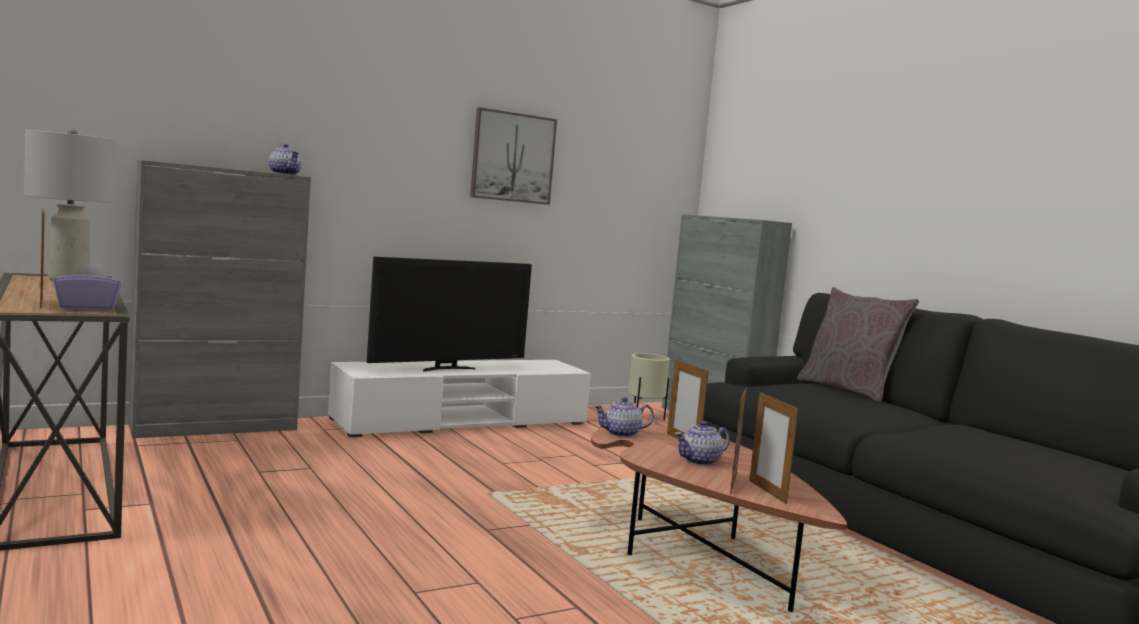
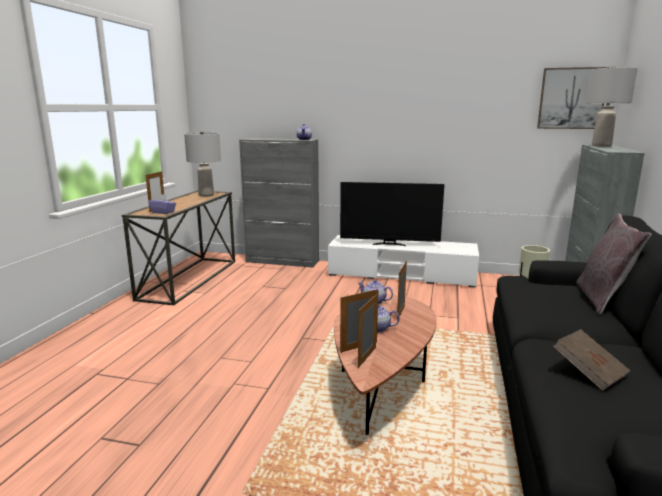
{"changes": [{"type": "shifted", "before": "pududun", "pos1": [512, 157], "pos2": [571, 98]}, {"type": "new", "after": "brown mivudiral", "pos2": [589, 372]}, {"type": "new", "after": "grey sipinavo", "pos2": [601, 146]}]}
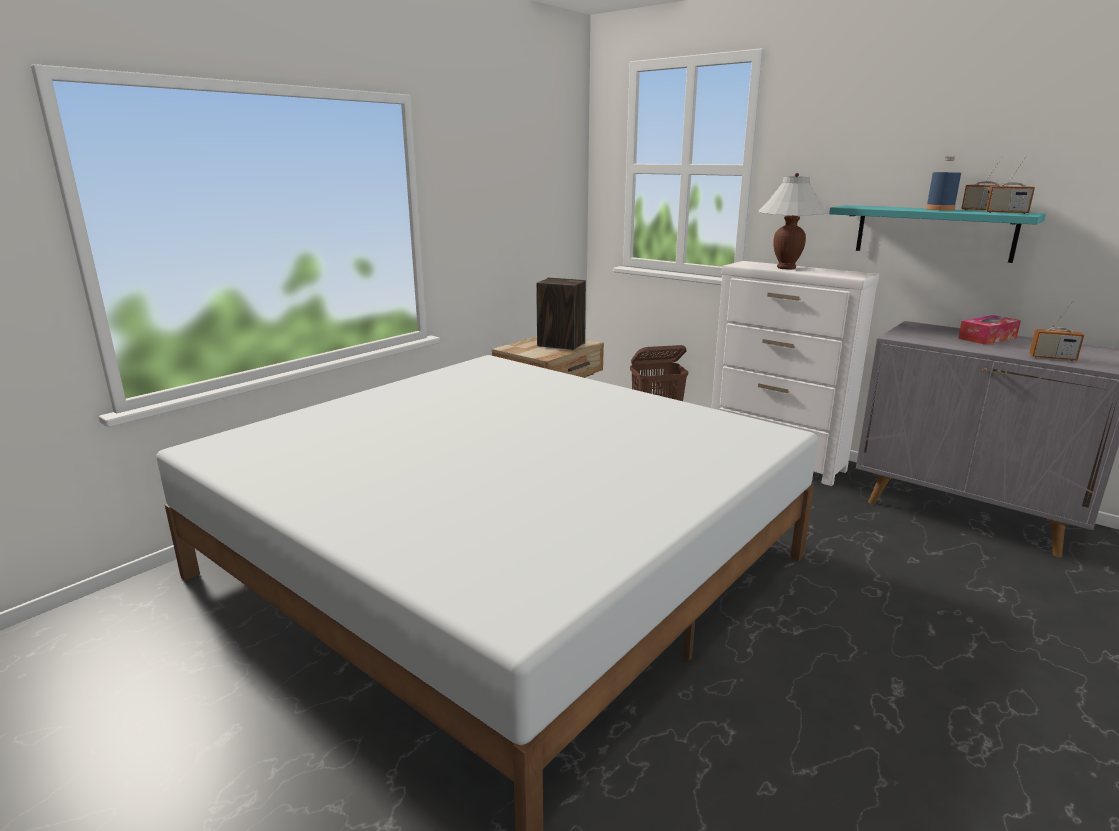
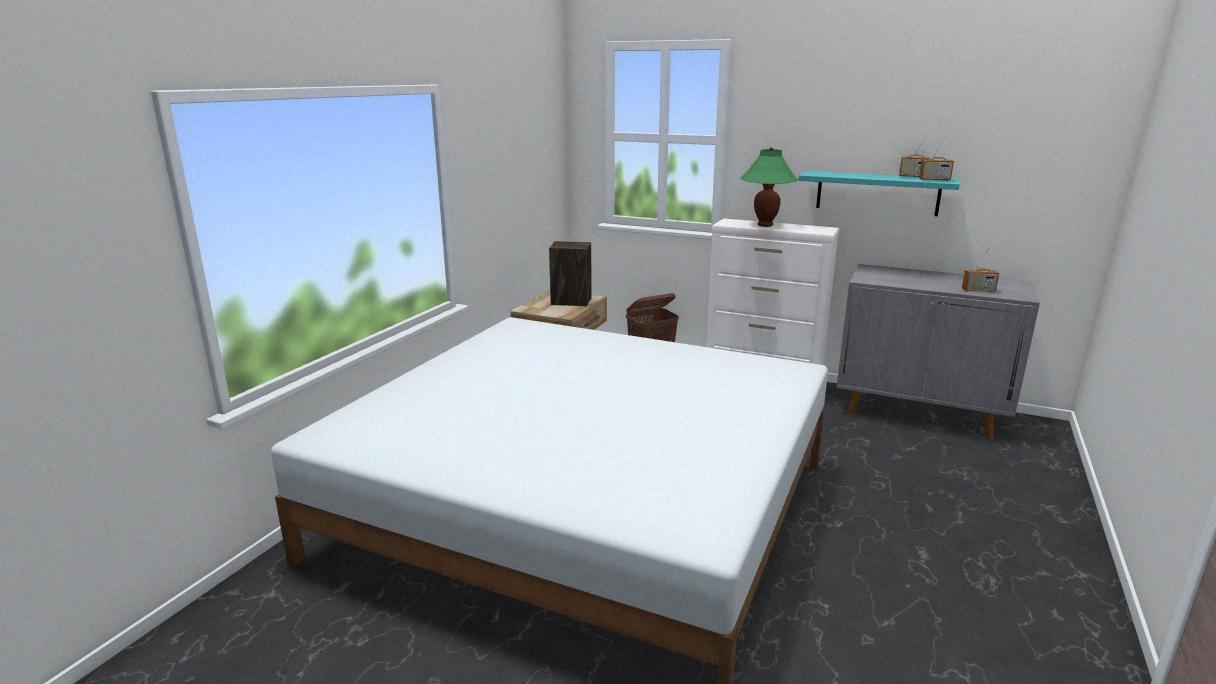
{"changes": [{"type": "repainted", "before": "white sipinavo", "after": "green sipinavo", "pos1": [786, 268], "pos2": [765, 225]}, {"type": "gone", "before": "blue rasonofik", "pos1": [940, 209]}, {"type": "gone", "before": "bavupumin", "pos1": [987, 338]}]}
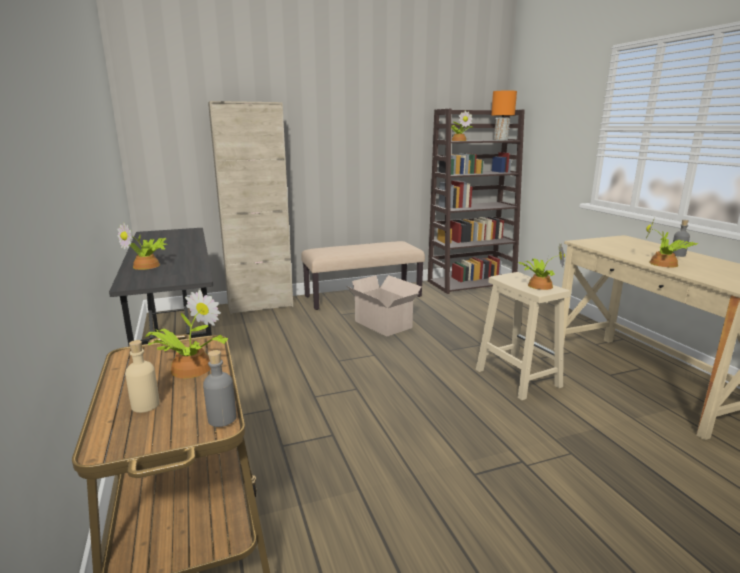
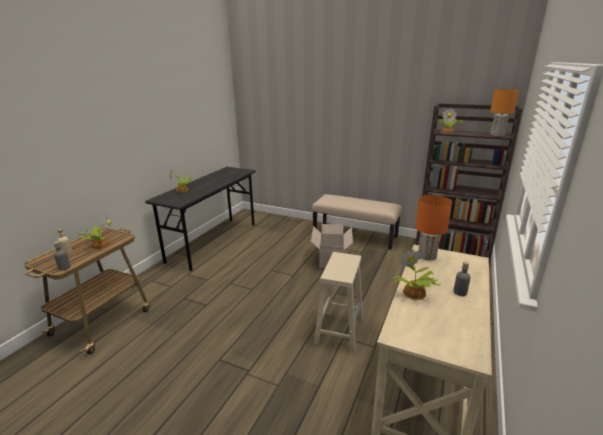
{"changes": [{"type": "new", "after": "orange sipinavo", "pos2": [426, 256]}, {"type": "gone", "before": "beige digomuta", "pos1": [260, 305]}, {"type": "gone", "before": "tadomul", "pos1": [538, 285]}]}
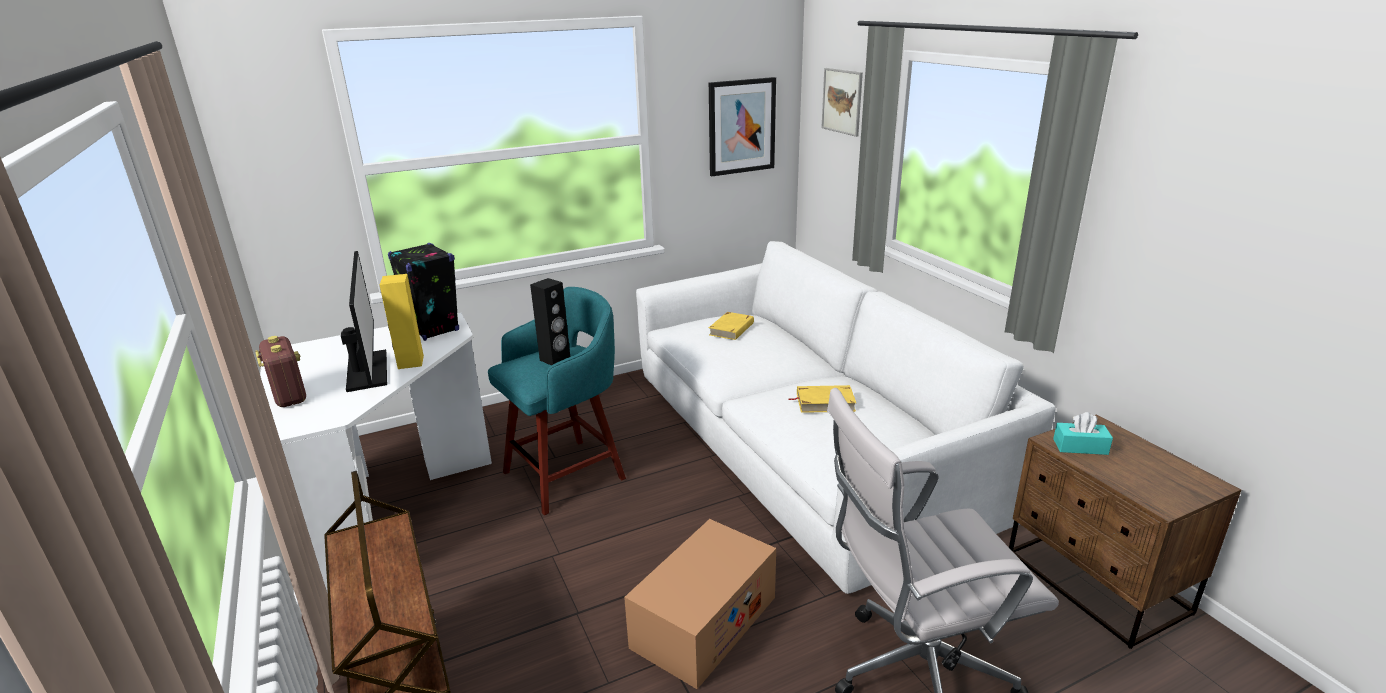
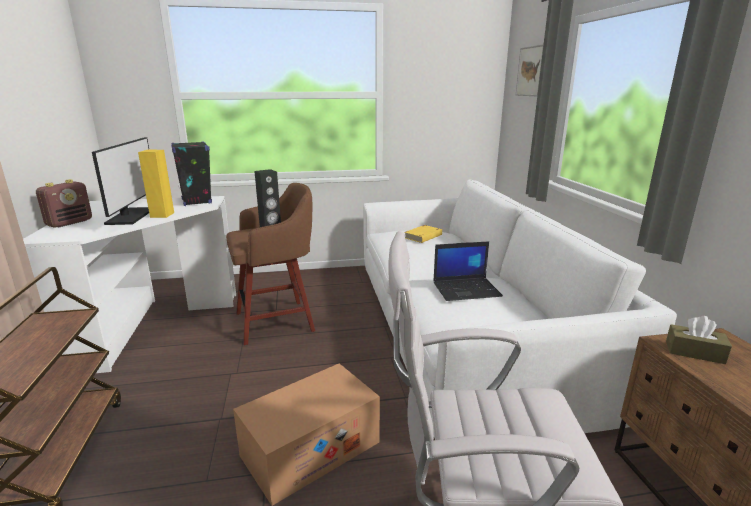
{"changes": [{"type": "rotated", "before": "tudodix", "pos1": [289, 396], "pos2": [70, 223], "turn": 45}, {"type": "repainted", "before": "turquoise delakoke", "after": "brown delakoke", "pos1": [568, 474], "pos2": [277, 321]}, {"type": "swapped", "before": "yellow mivudiral", "after": "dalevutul", "pos1": [825, 402], "pos2": [467, 289]}, {"type": "repainted", "before": "turquoise bavupumin", "after": "brown bavupumin", "pos1": [1080, 447], "pos2": [694, 352]}, {"type": "gone", "before": "pududun", "pos1": [741, 126]}]}
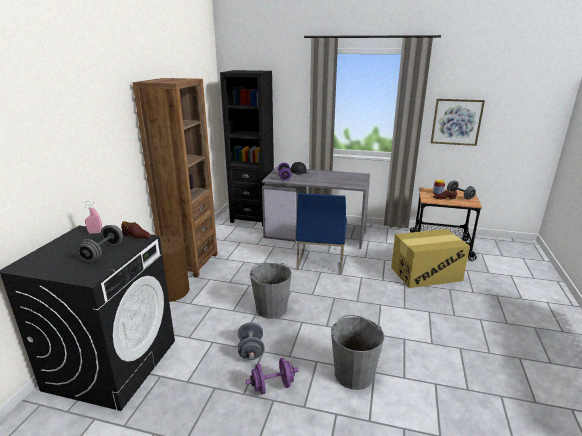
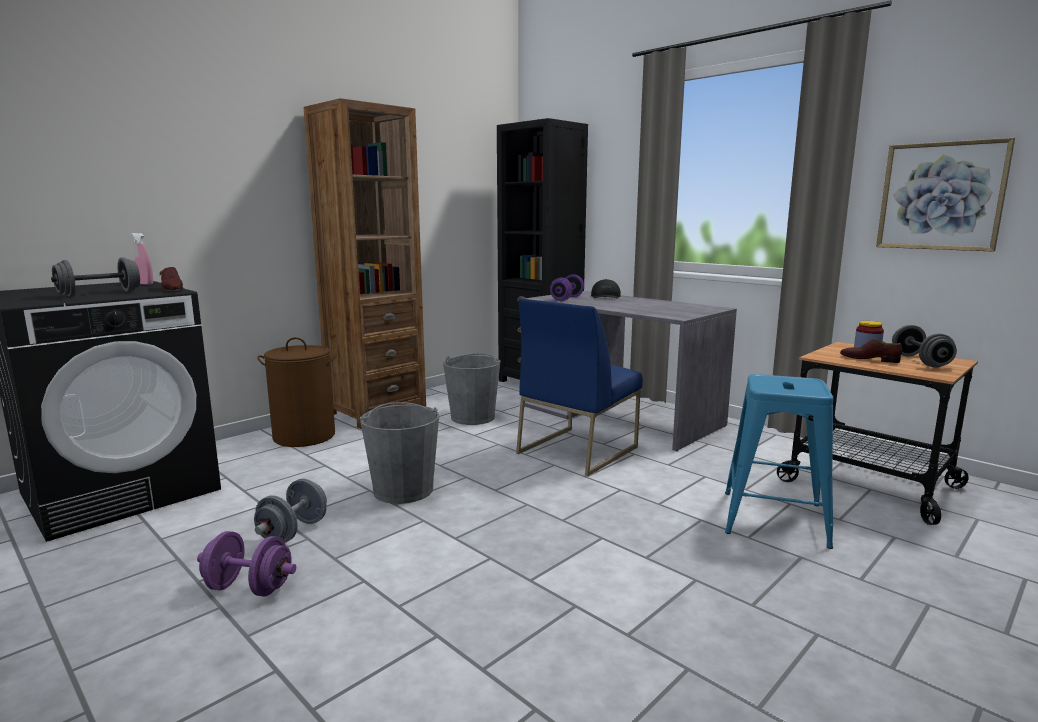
{"changes": [{"type": "shifted", "before": "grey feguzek", "pos1": [354, 374], "pos2": [473, 417]}, {"type": "swapped", "before": "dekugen", "after": "blue delakoke", "pos1": [426, 274], "pos2": [773, 518]}]}
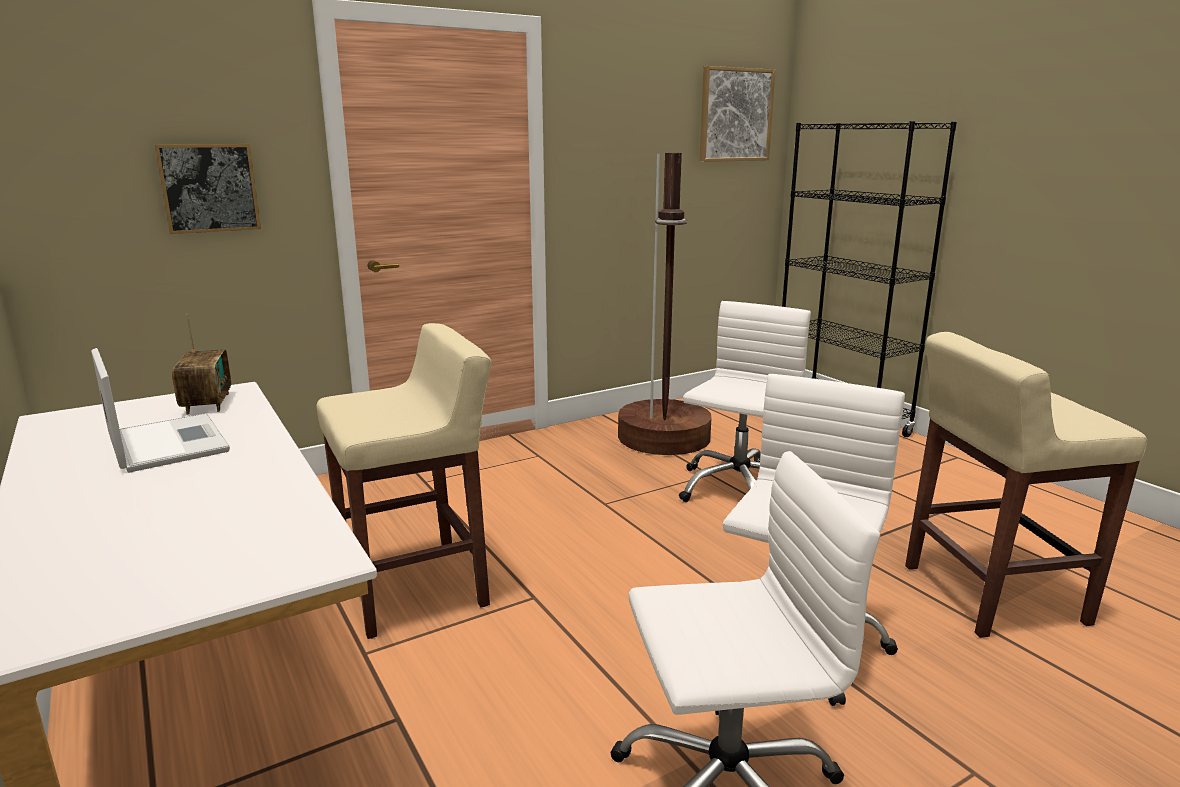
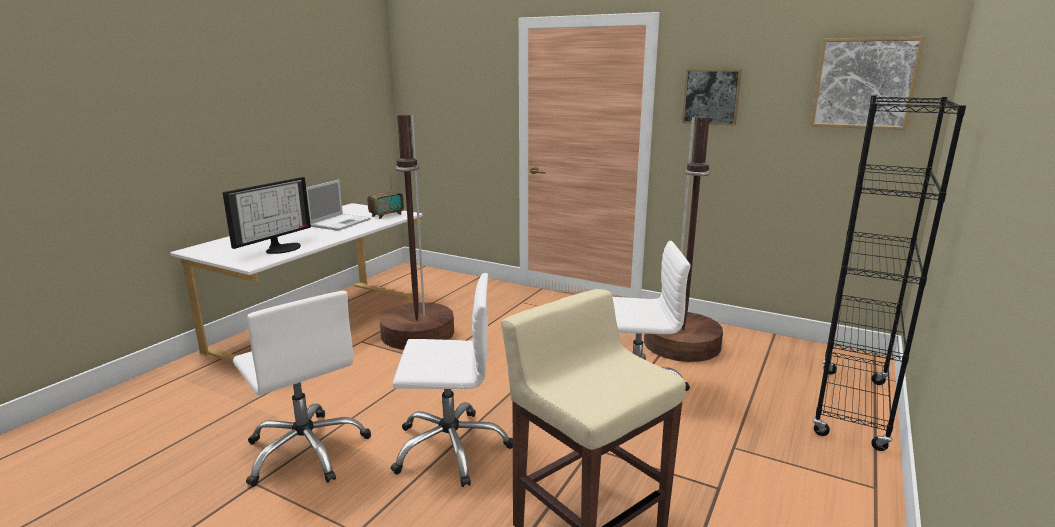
{"changes": [{"type": "new", "after": "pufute", "pos2": [281, 248]}, {"type": "swapped", "before": "beige delakoke", "after": "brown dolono", "pos1": [416, 589], "pos2": [417, 334]}, {"type": "shifted", "before": "pududun", "pos1": [209, 188], "pos2": [711, 97]}]}
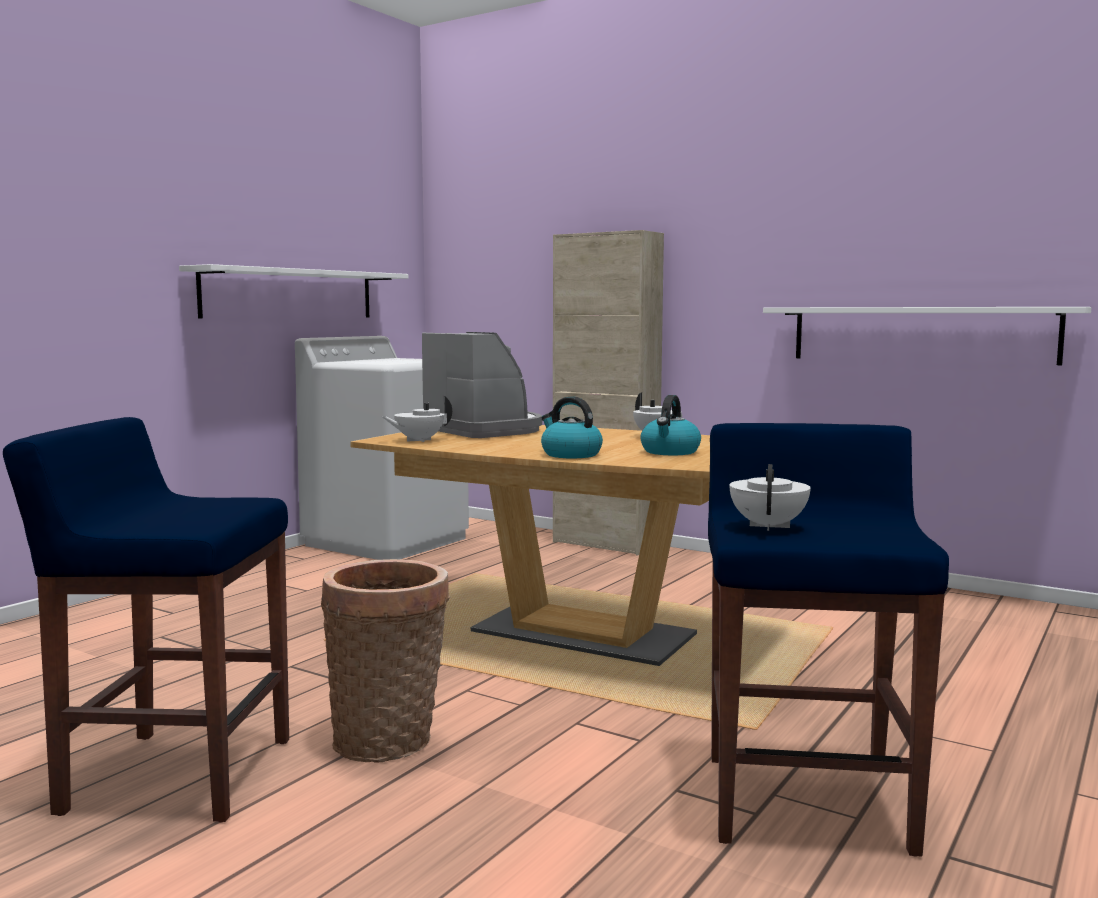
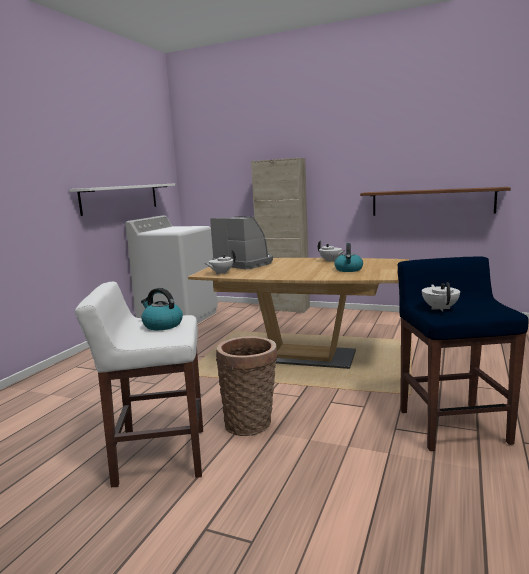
{"changes": [{"type": "repainted", "before": "blue delakoke", "after": "white delakoke", "pos1": [175, 775], "pos2": [159, 456]}, {"type": "shifted", "before": "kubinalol", "pos1": [570, 454], "pos2": [162, 325]}, {"type": "repainted", "before": "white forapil", "after": "brown forapil", "pos1": [921, 334], "pos2": [432, 202]}]}
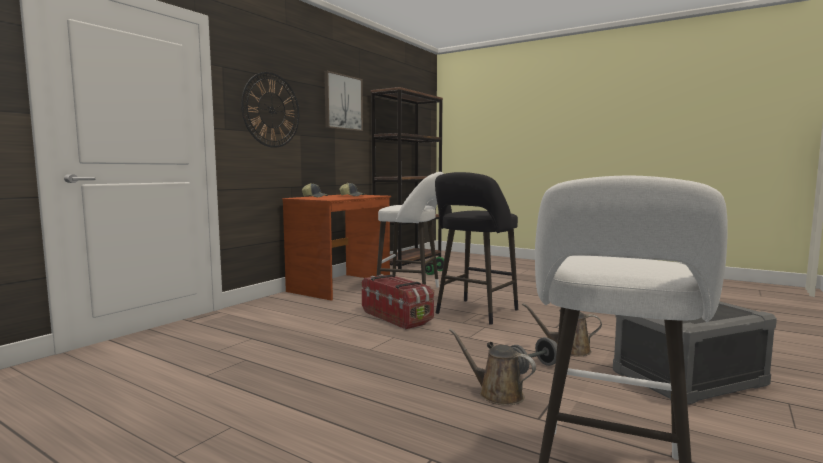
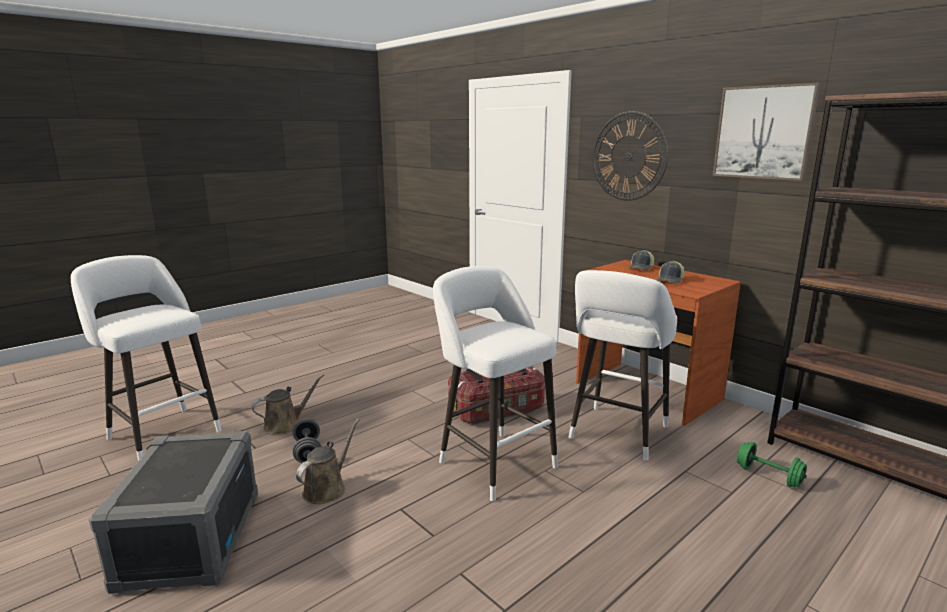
{"changes": [{"type": "repainted", "before": "black delakoke", "after": "white delakoke", "pos1": [474, 313], "pos2": [493, 461]}]}
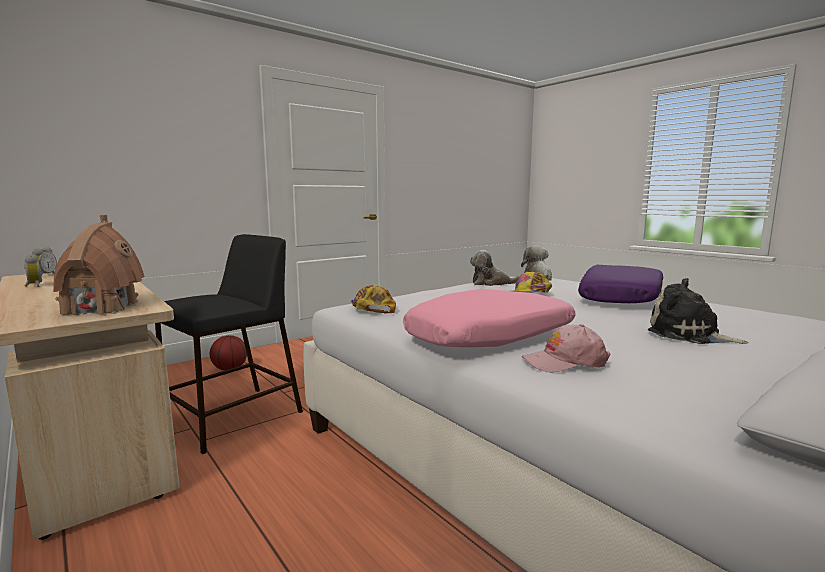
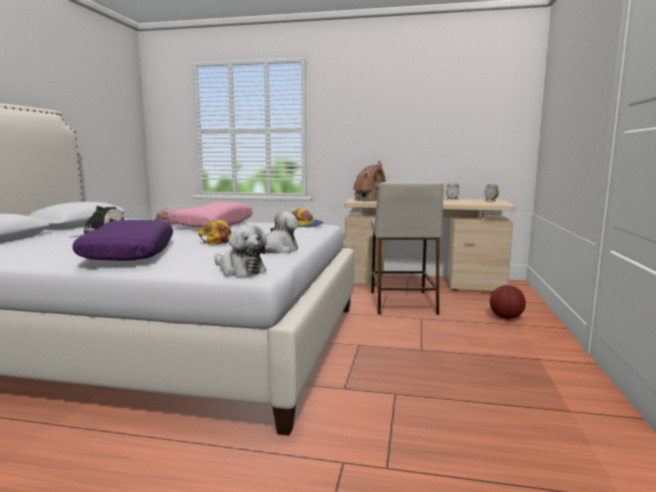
{"changes": [{"type": "repainted", "before": "black delakoke", "after": "beige delakoke", "pos1": [232, 418], "pos2": [402, 302]}]}
